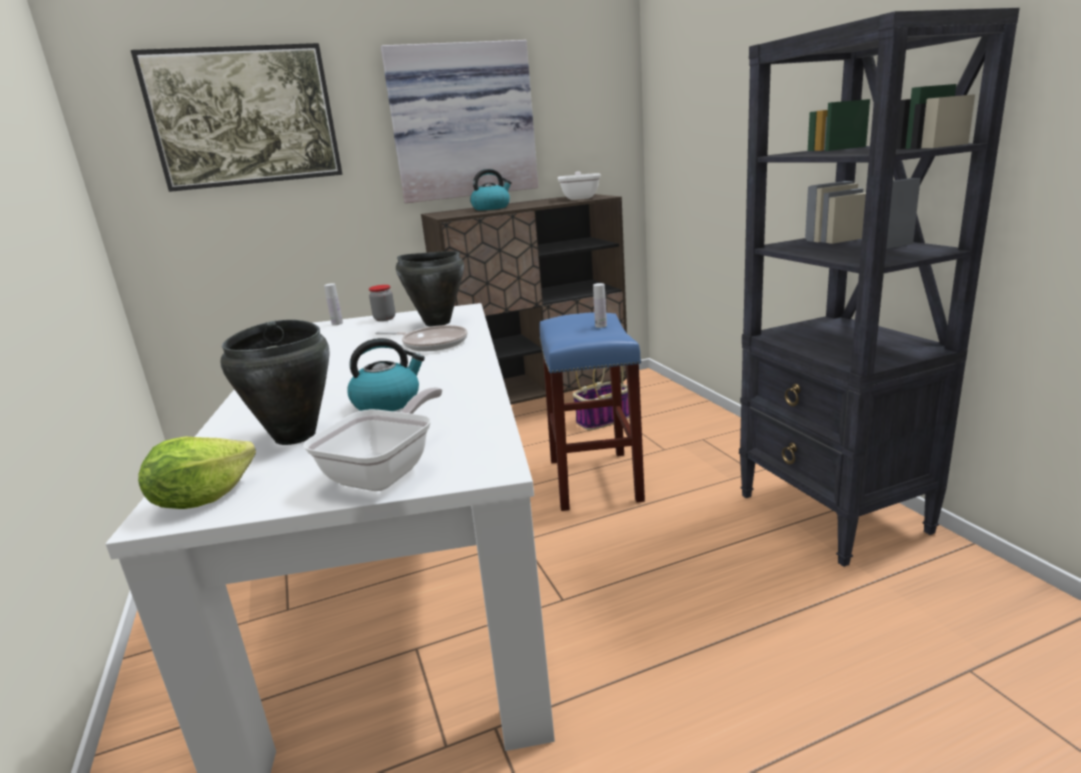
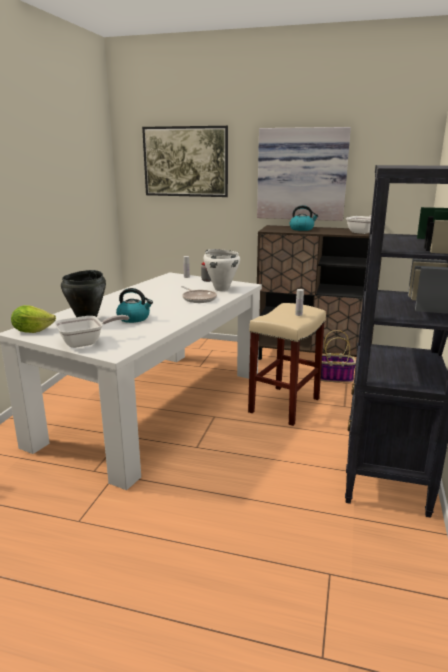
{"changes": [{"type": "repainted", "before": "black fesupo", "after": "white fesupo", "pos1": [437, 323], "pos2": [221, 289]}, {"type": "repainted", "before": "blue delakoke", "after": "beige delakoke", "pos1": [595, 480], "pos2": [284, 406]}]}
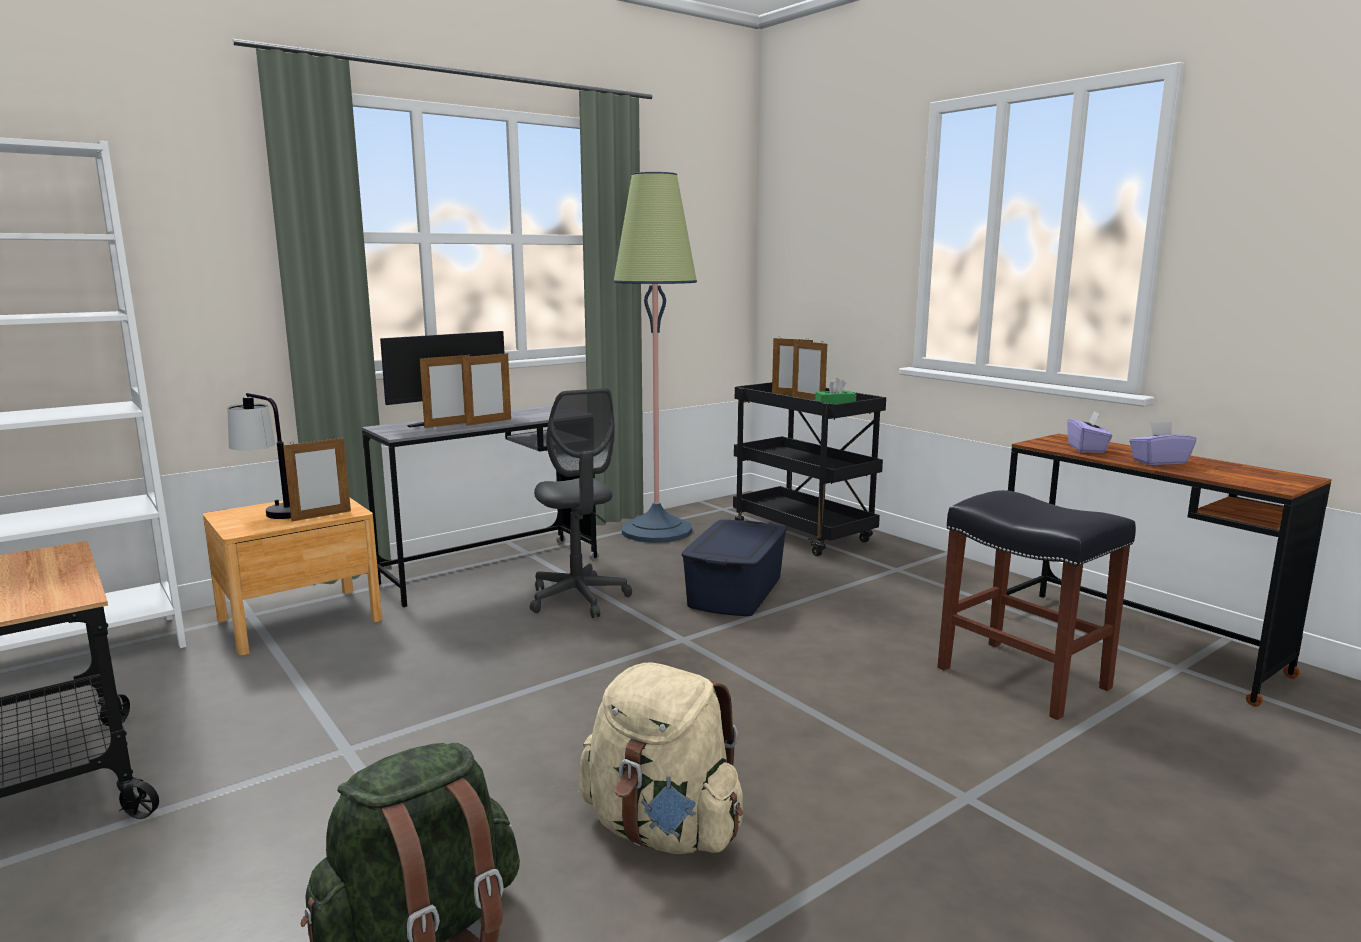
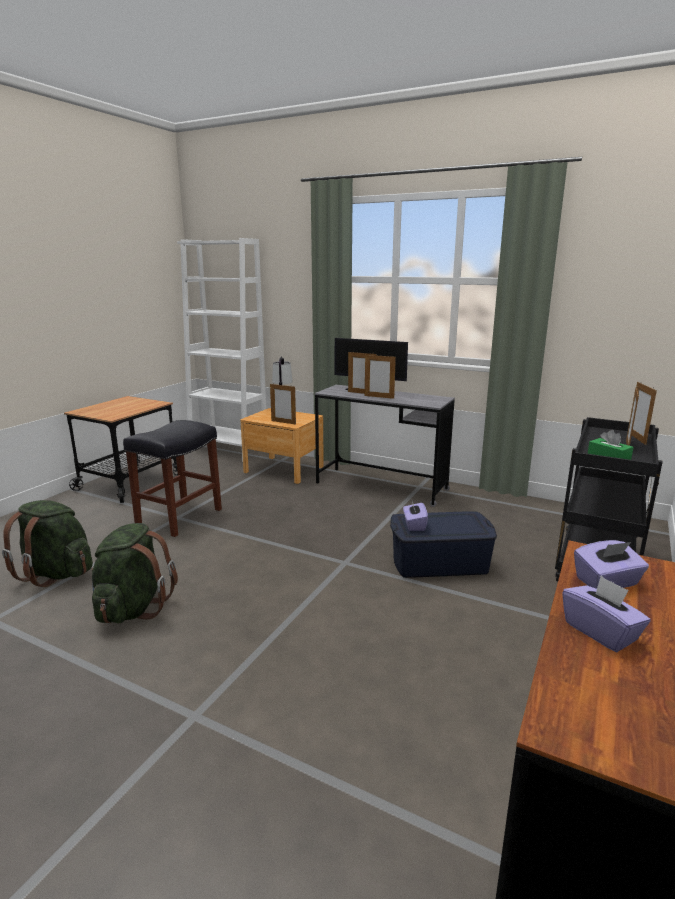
{"changes": [{"type": "repainted", "before": "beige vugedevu", "after": "green vugedevu", "pos1": [663, 830], "pos2": [133, 607]}, {"type": "shifted", "before": "black delakoke", "pos1": [1020, 677], "pos2": [180, 516]}, {"type": "new", "after": "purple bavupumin", "pos2": [414, 525]}, {"type": "gone", "before": "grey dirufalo", "pos1": [578, 599]}, {"type": "gone", "before": "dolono", "pos1": [656, 531]}]}
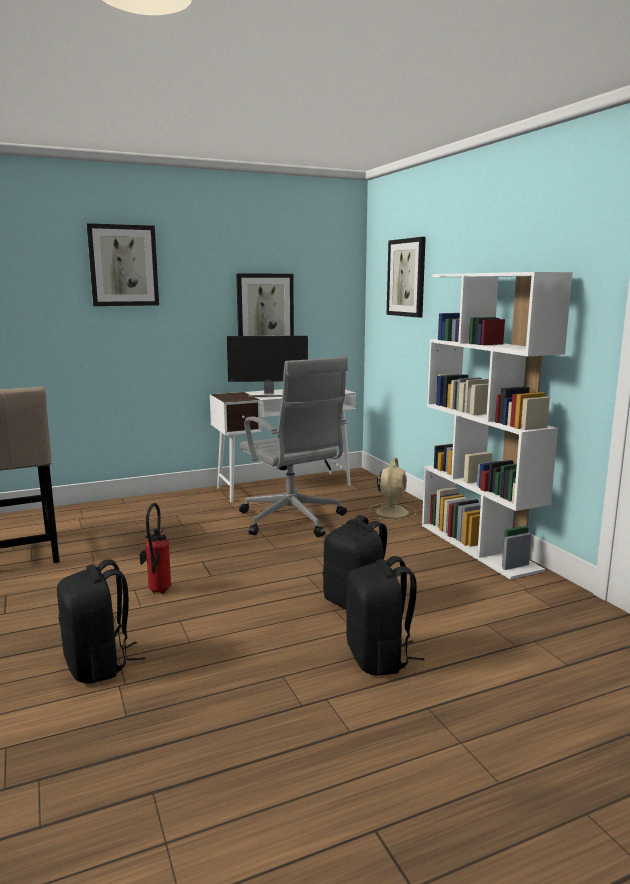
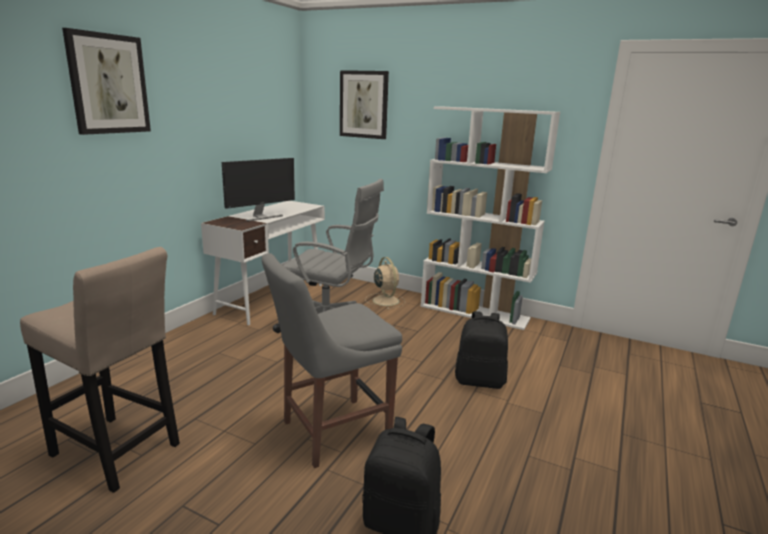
{"changes": [{"type": "swapped", "before": "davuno", "after": "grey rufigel", "pos1": [157, 592], "pos2": [330, 432]}, {"type": "gone", "before": "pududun", "pos1": [265, 309]}, {"type": "gone", "before": "black vugedevu", "pos1": [379, 658]}]}
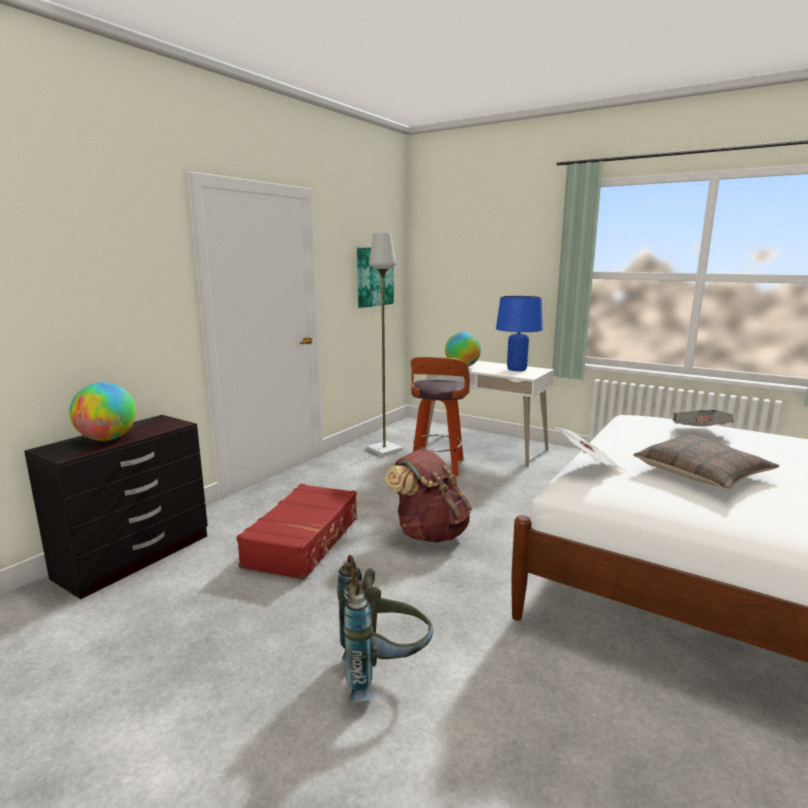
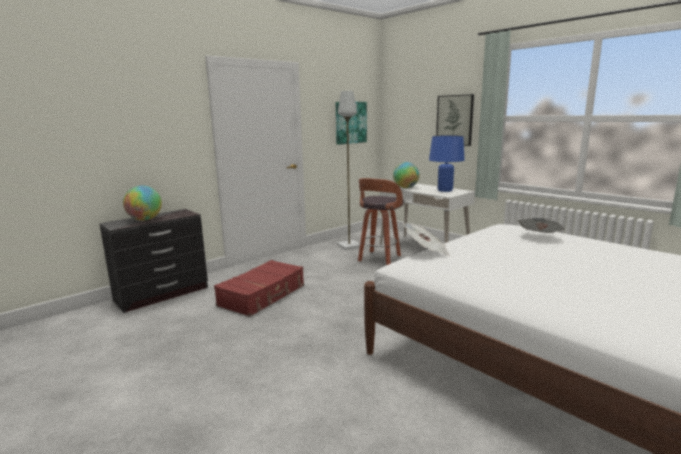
{"changes": [{"type": "new", "after": "pududun", "pos2": [455, 120]}, {"type": "gone", "before": "grey vugedevu", "pos1": [384, 671]}, {"type": "gone", "before": "brown vugedevu", "pos1": [429, 533]}, {"type": "gone", "before": "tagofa", "pos1": [702, 474]}]}
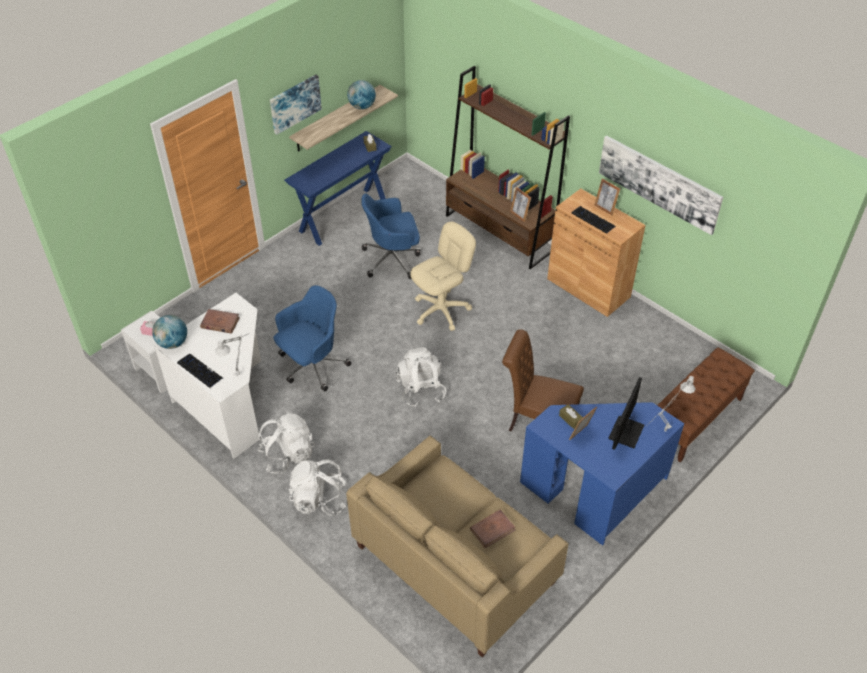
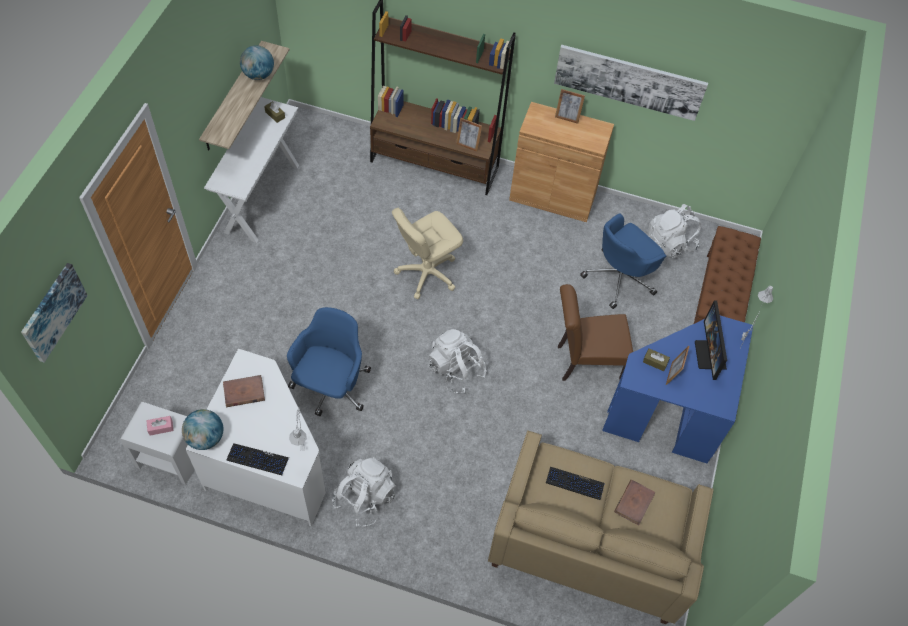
{"changes": [{"type": "shifted", "before": "pududun", "pos1": [294, 103], "pos2": [52, 311]}, {"type": "repainted", "before": "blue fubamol", "after": "white fubamol", "pos1": [343, 216], "pos2": [262, 198]}, {"type": "rotated", "before": "beige dirufalo", "pos1": [441, 310], "pos2": [426, 273], "turn": -150}, {"type": "shifted", "before": "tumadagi", "pos1": [593, 220], "pos2": [574, 483]}, {"type": "shifted", "before": "blue dirufalo", "pos1": [392, 259], "pos2": [620, 277]}, {"type": "shifted", "before": "white vugedevu", "pos1": [319, 499], "pos2": [669, 244]}]}
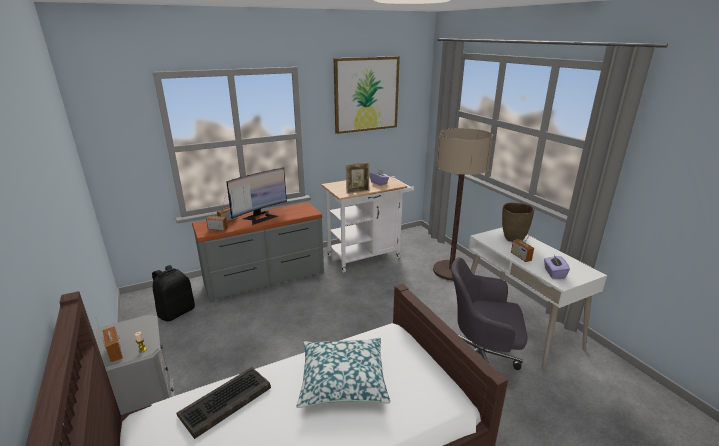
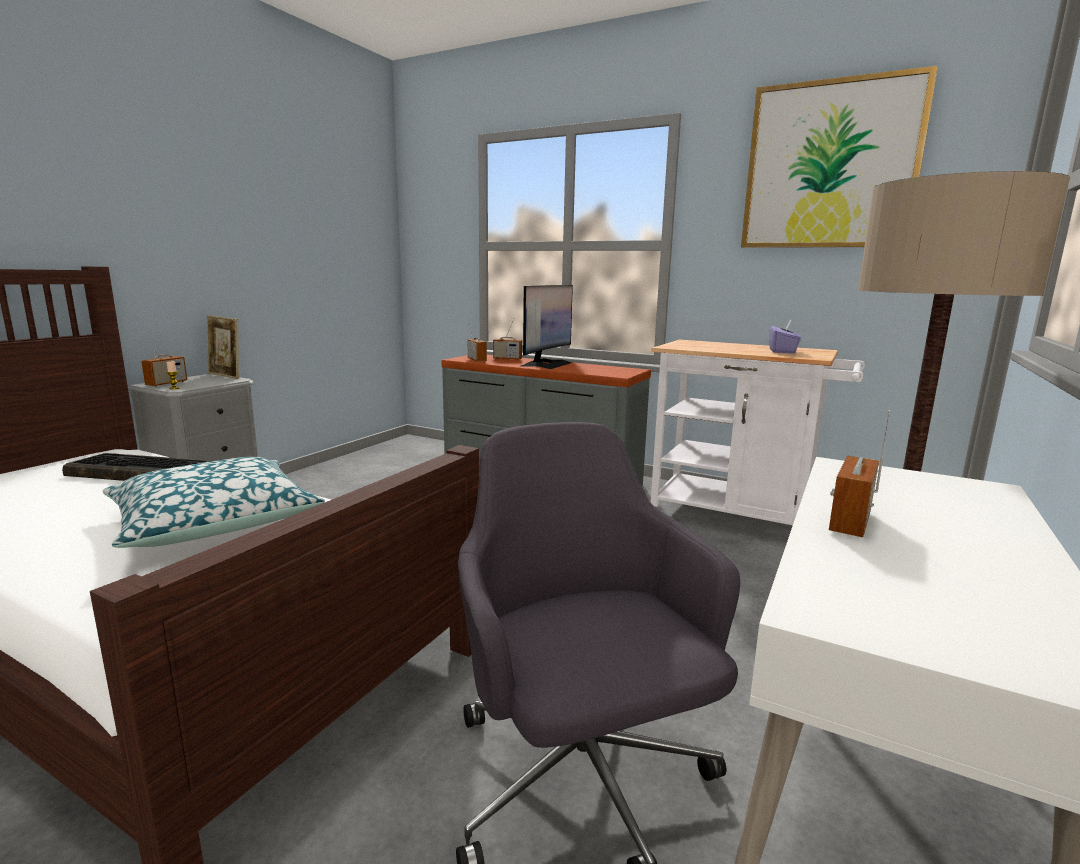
{"changes": [{"type": "shifted", "before": "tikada", "pos1": [357, 191], "pos2": [225, 376]}, {"type": "rotated", "before": "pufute", "pos1": [260, 217], "pos2": [546, 364], "turn": -75}, {"type": "gone", "before": "black vugedevu", "pos1": [176, 312]}, {"type": "gone", "before": "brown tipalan", "pos1": [513, 238]}, {"type": "gone", "before": "purple bavupumin", "pos1": [554, 273]}]}
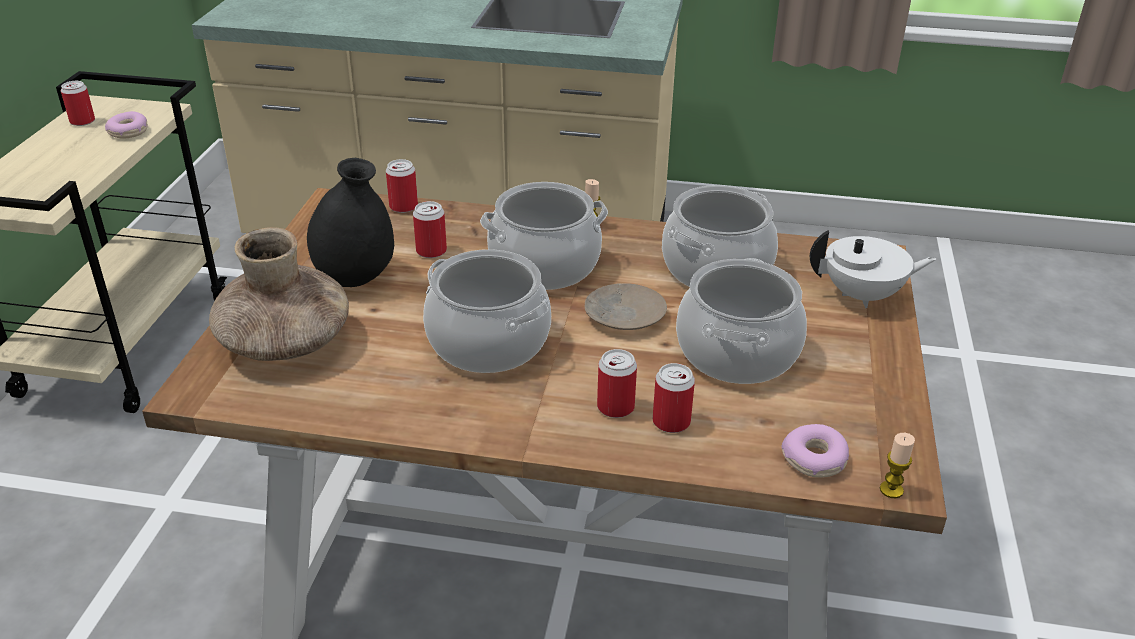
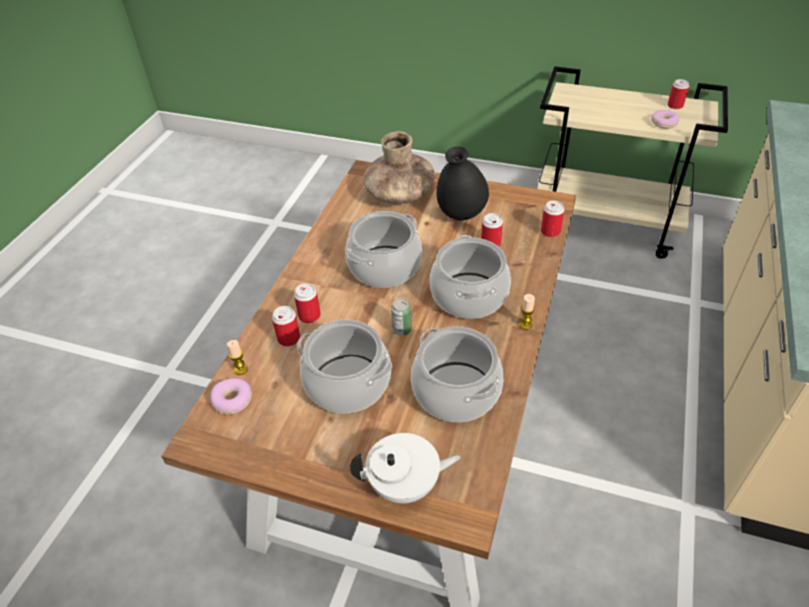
{"changes": [{"type": "shifted", "before": "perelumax", "pos1": [891, 490], "pos2": [241, 369]}, {"type": "rotated", "before": "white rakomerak", "pos1": [863, 296], "pos2": [405, 485], "turn": -105}, {"type": "swapped", "before": "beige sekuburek", "after": "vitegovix", "pos1": [623, 316], "pos2": [402, 330]}]}
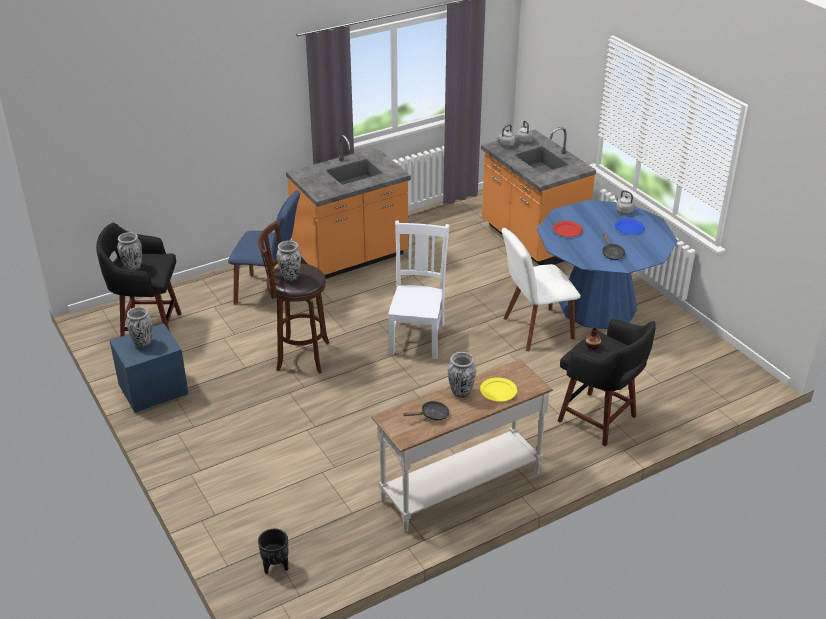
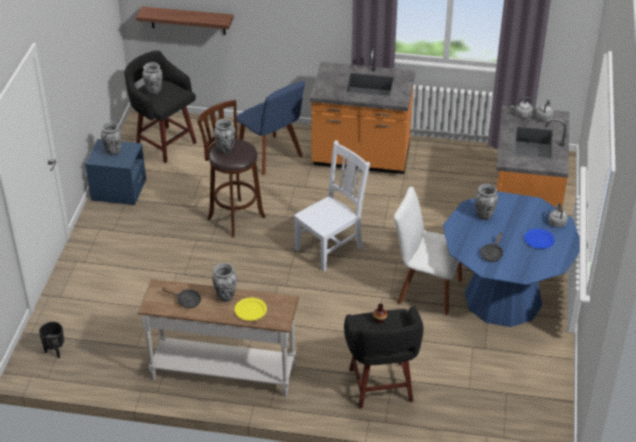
{"changes": [{"type": "new", "after": "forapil", "pos2": [188, 20]}, {"type": "swapped", "before": "red sekuburek", "after": "tipalan", "pos1": [567, 230], "pos2": [484, 215]}]}
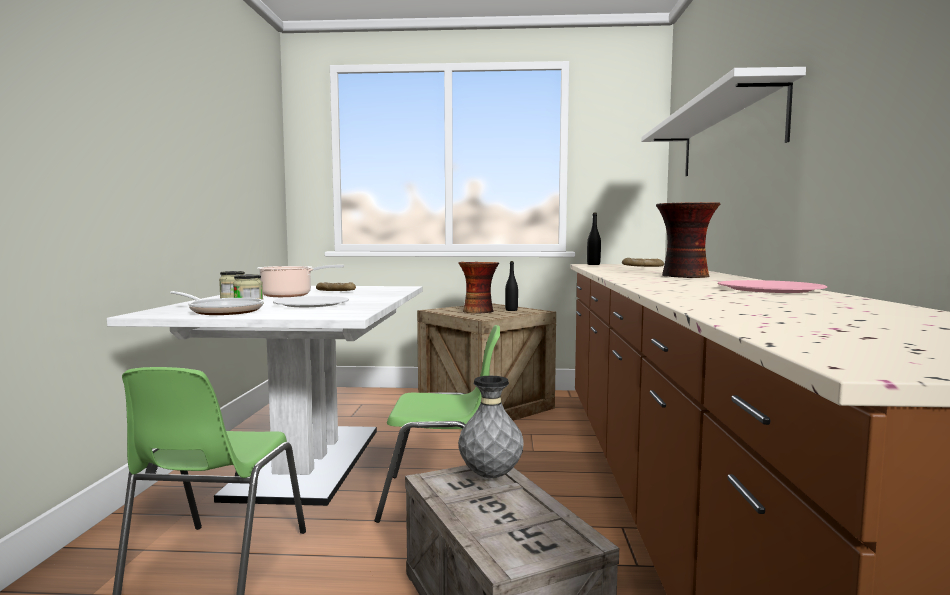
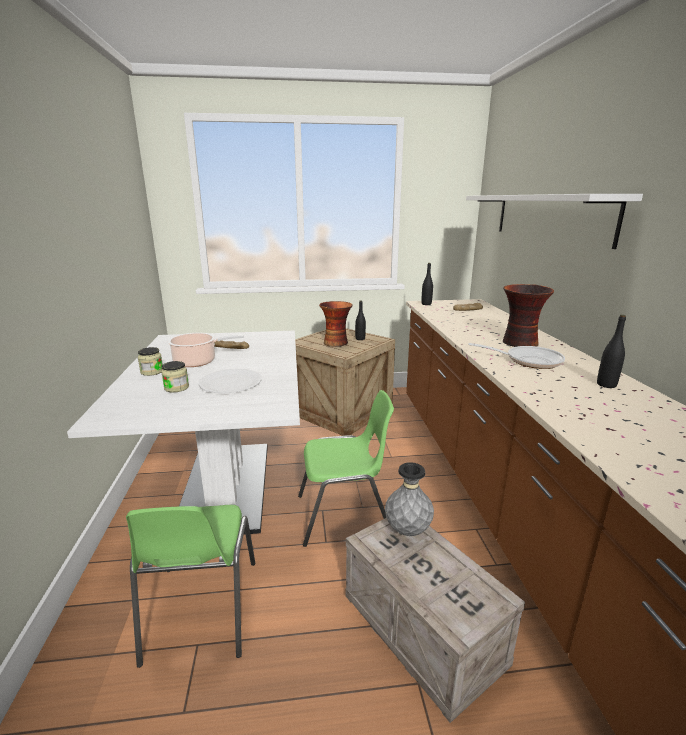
{"changes": [{"type": "shifted", "before": "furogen", "pos1": [222, 311], "pos2": [528, 361]}, {"type": "swapped", "before": "pink sekuburek", "after": "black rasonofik", "pos1": [769, 289], "pos2": [606, 385]}]}
